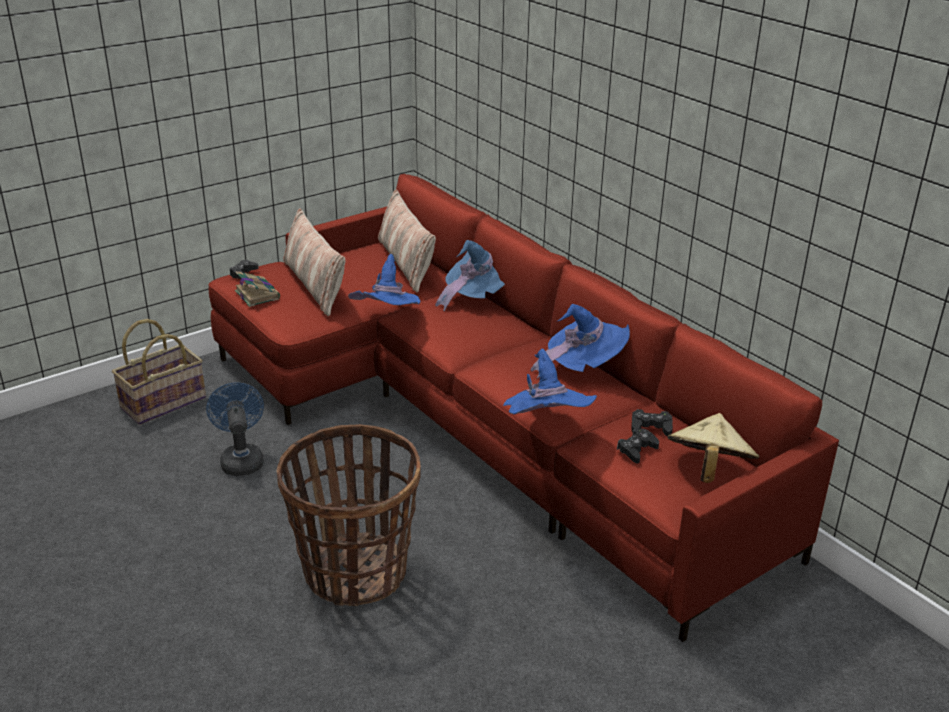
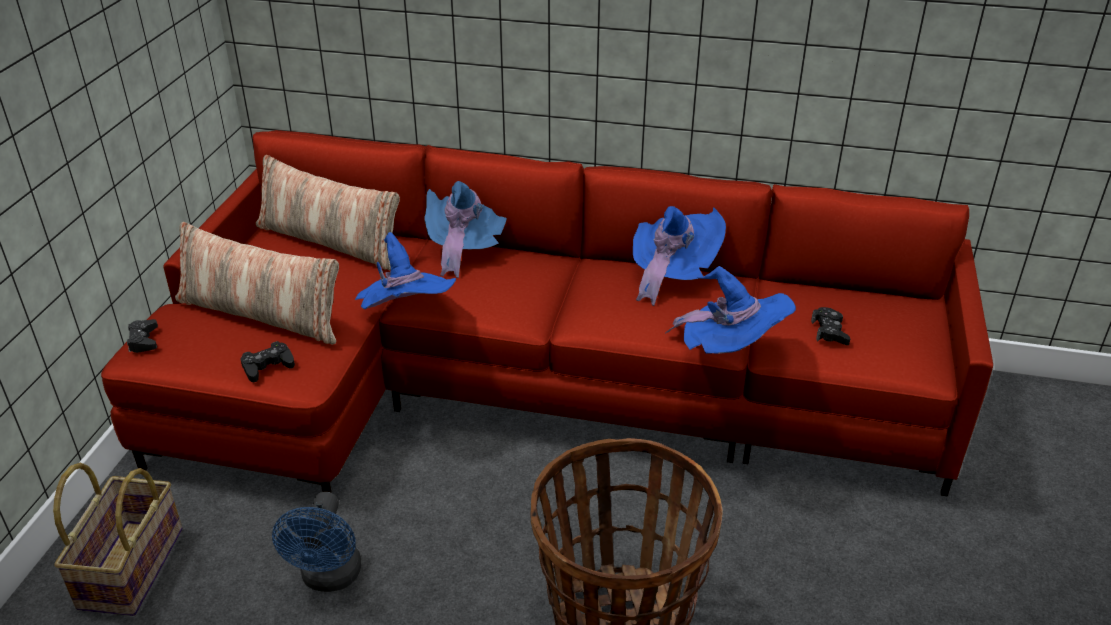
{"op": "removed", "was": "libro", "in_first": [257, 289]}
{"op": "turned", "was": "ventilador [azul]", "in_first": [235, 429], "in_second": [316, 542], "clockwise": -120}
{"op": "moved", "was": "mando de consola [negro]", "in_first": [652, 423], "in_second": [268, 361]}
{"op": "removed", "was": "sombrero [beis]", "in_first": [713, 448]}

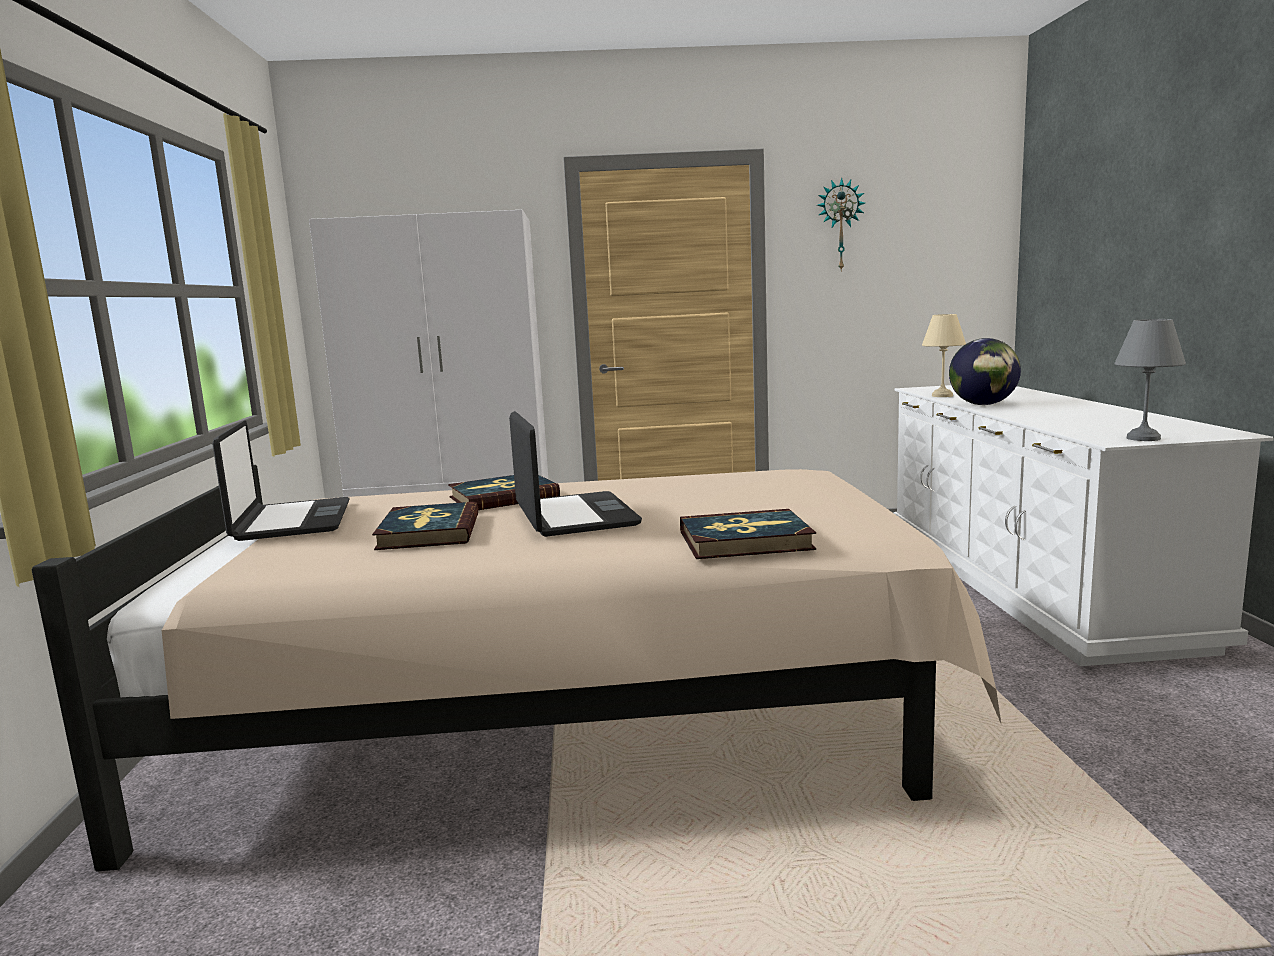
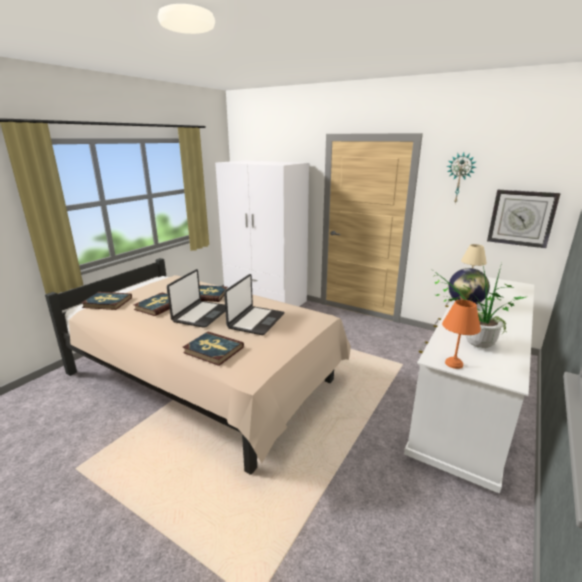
{"op": "recoloured", "was": "lámpara de mesa [gris]", "now": "lámpara de mesa [naranja]", "in_first": [1150, 380], "in_second": [461, 334]}
{"op": "moved", "was": "portátil", "in_first": [281, 480], "in_second": [254, 304]}
{"op": "added", "now": "reloj de pared", "in_second": [523, 219]}
{"op": "added", "now": "planta en maceta", "in_second": [480, 305]}
{"op": "added", "now": "libro", "in_second": [106, 301]}

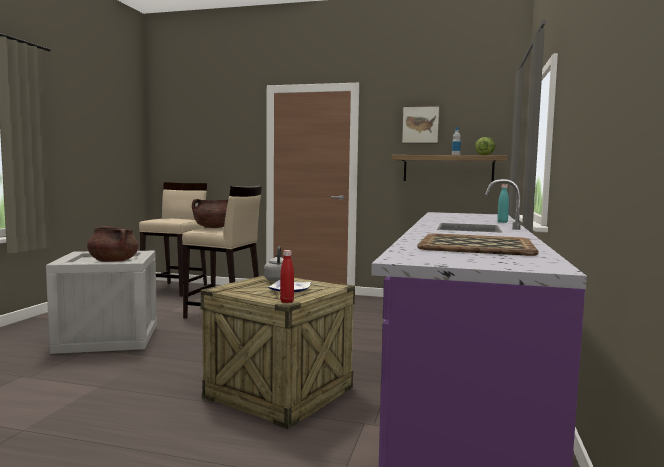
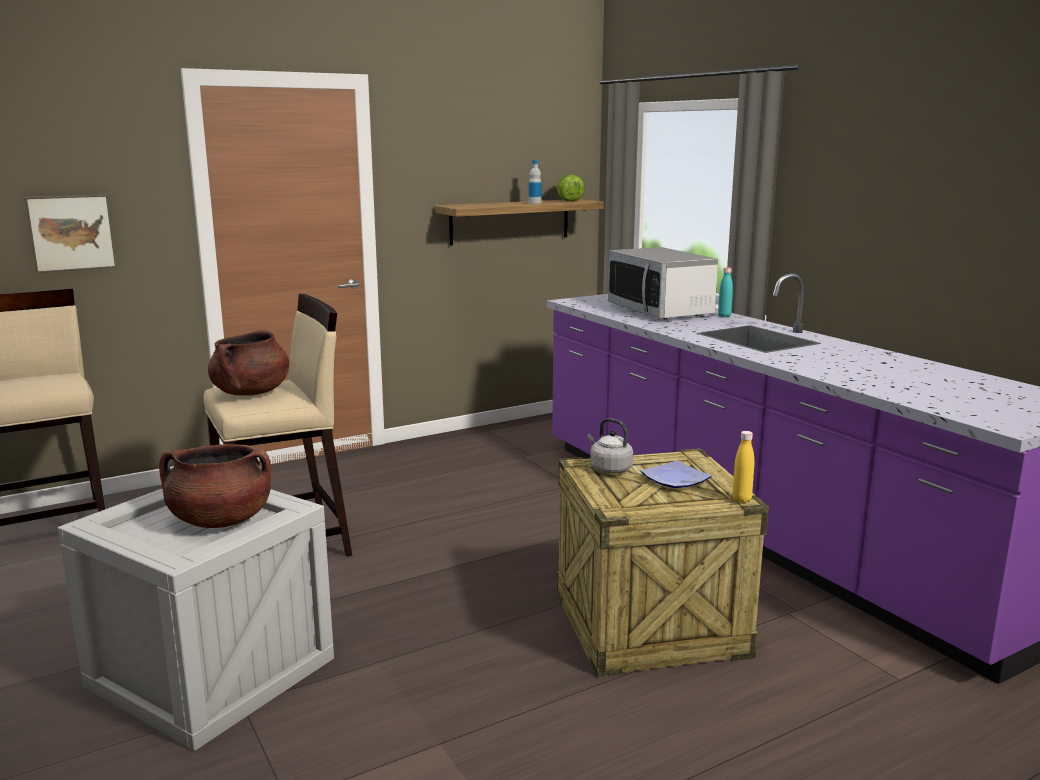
{"op": "moved", "was": "cuadro", "in_first": [420, 125], "in_second": [71, 234]}
{"op": "removed", "was": "bandeja", "in_first": [478, 245]}
{"op": "recoloured", "was": "botella [rojo]", "now": "botella [amarillo]", "in_first": [287, 276], "in_second": [743, 467]}
{"op": "added", "now": "microondas", "in_second": [663, 283]}

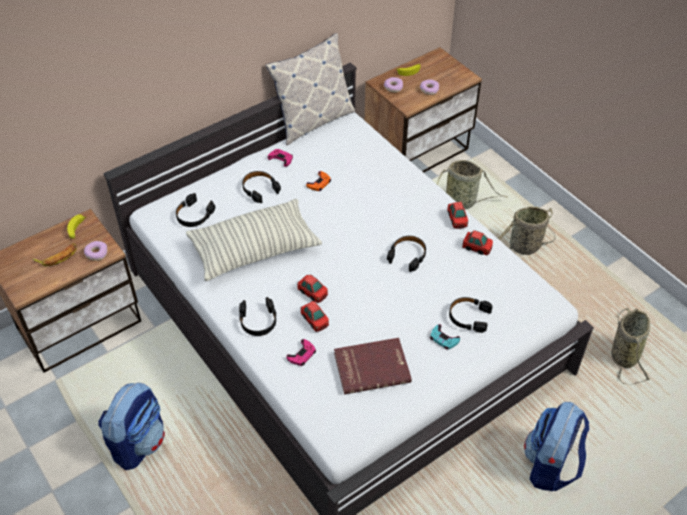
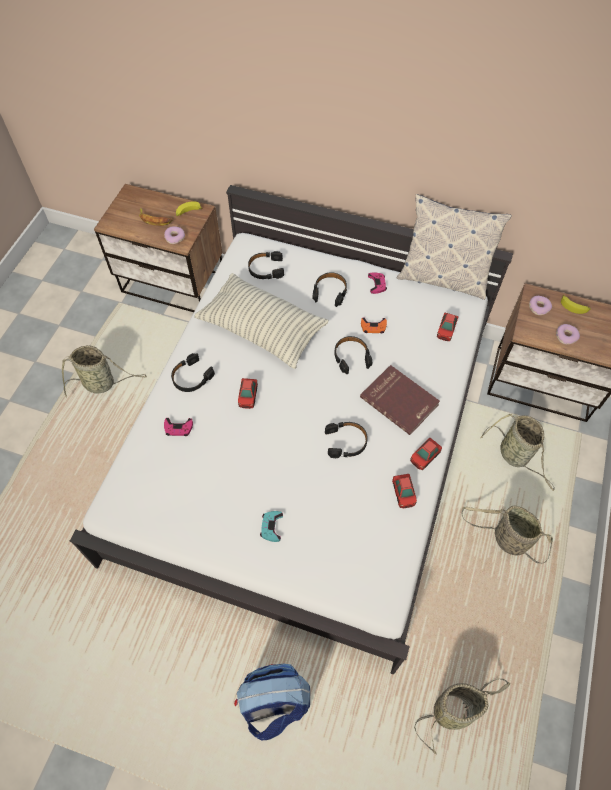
{"op": "moved", "was": "auriculares [negro]", "in_first": [471, 315], "in_second": [353, 355]}
{"op": "moved", "was": "coche de juguete", "in_first": [315, 316], "in_second": [447, 327]}
{"op": "moved", "was": "libro [rojo]", "in_first": [373, 366], "in_second": [400, 400]}
{"op": "replaced", "was": "mochila", "now": "cesta", "in_first": [131, 426], "in_second": [104, 371]}

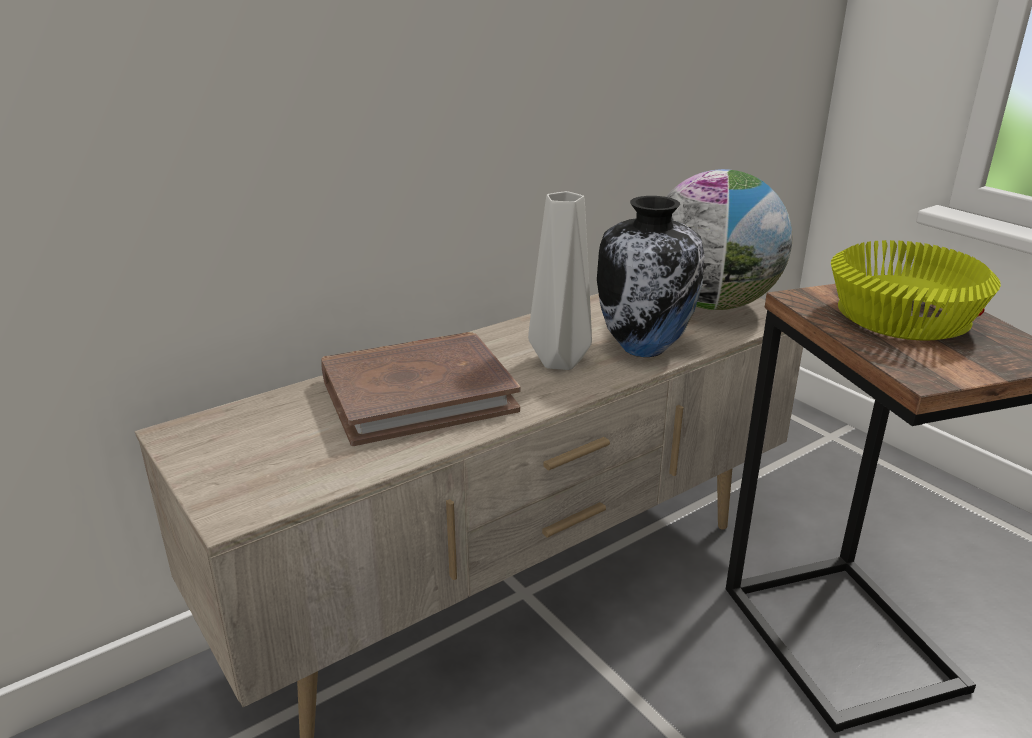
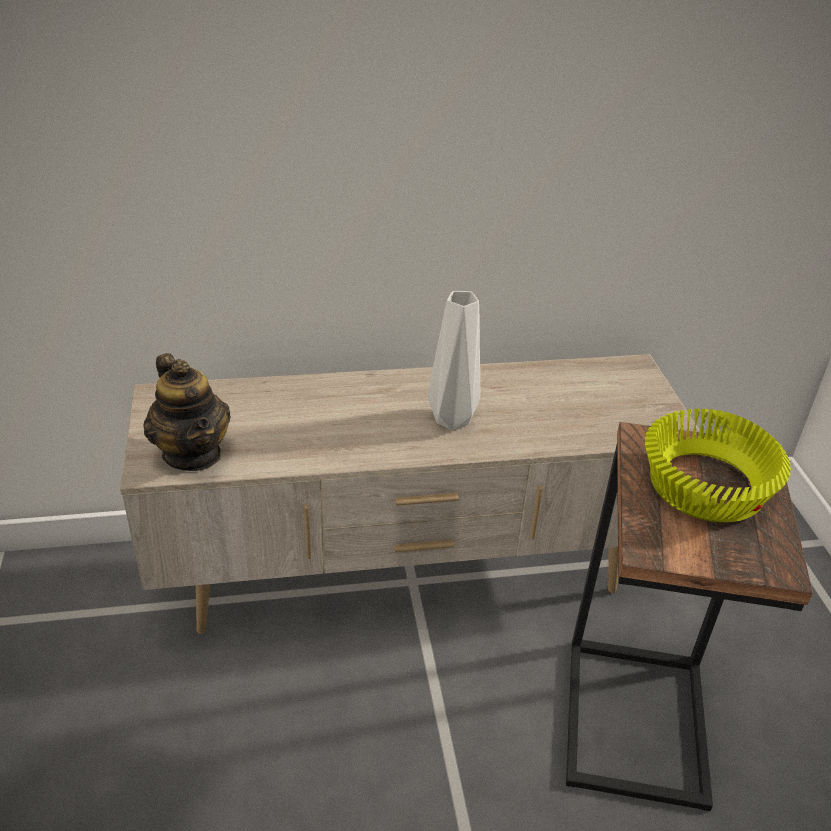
{"op": "removed", "was": "globo terráqueo", "in_first": [729, 239]}
{"op": "removed", "was": "florero", "in_first": [651, 276]}
{"op": "removed", "was": "libro [marrón]", "in_first": [420, 389]}
{"op": "added", "now": "tetera", "in_second": [187, 412]}

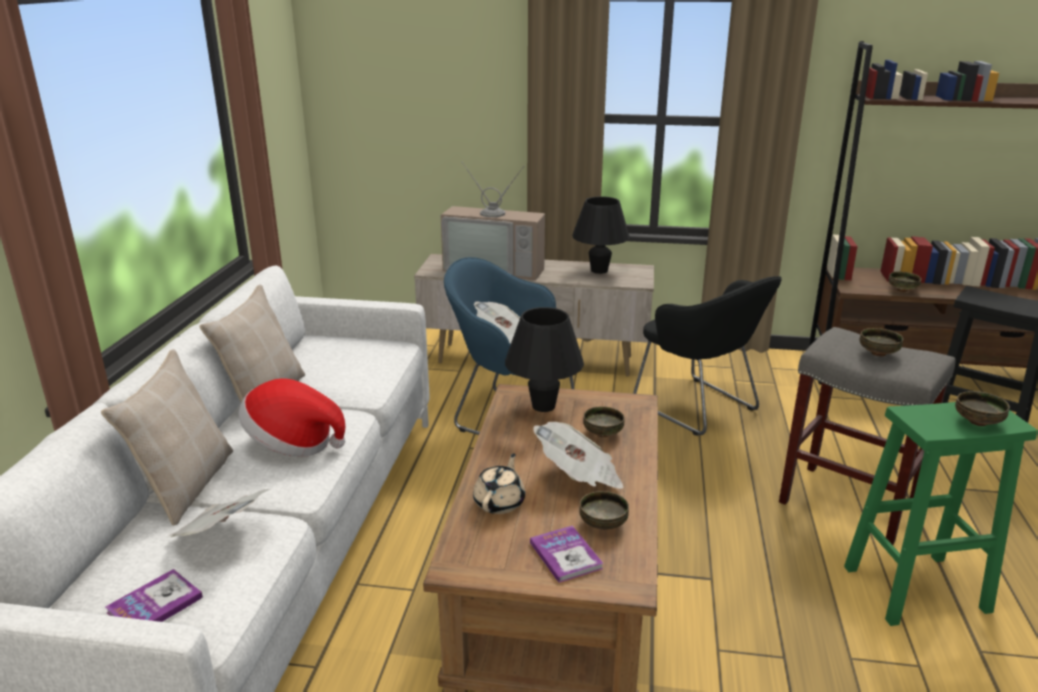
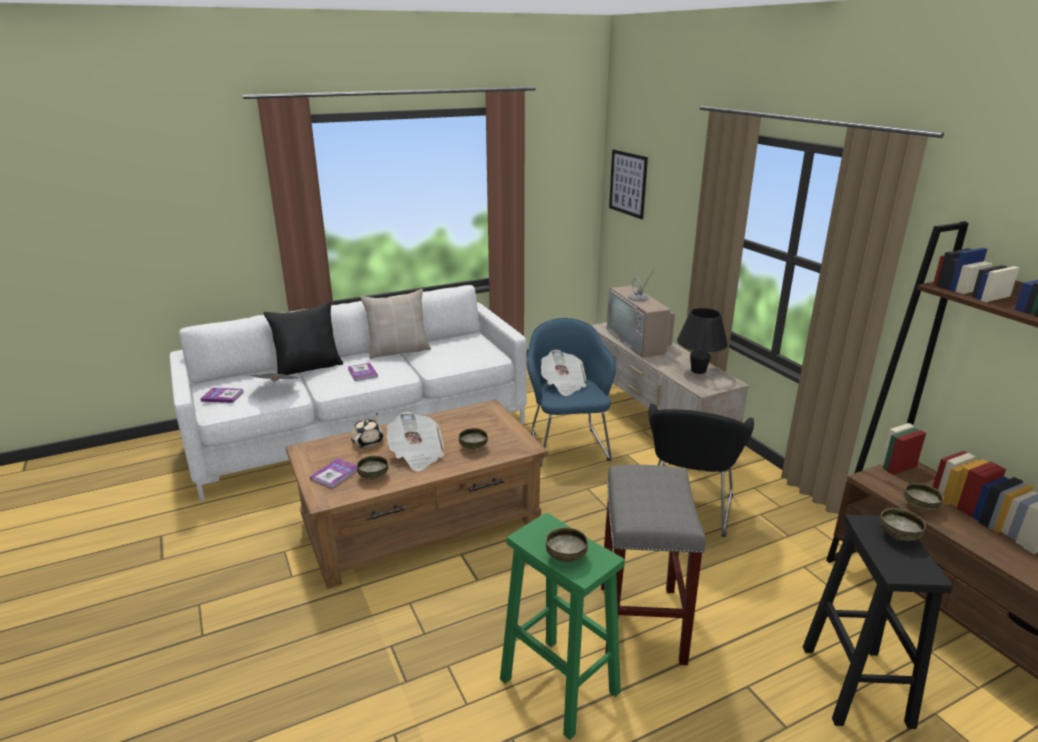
{"op": "removed", "was": "lámpara de mesa [negro]", "in_first": [544, 359]}
{"op": "moved", "was": "cuenco", "in_first": [881, 342], "in_second": [902, 524]}
{"op": "recoloured", "was": "cojín [beis]", "now": "cojín [negro]", "in_first": [167, 437], "in_second": [303, 338]}
{"op": "replaced", "was": "sombrero", "now": "libro", "in_first": [291, 417], "in_second": [363, 372]}
{"op": "turned", "was": "tetera [beis]", "in_first": [499, 483], "in_second": [367, 430], "clockwise": -60}
{"op": "added", "now": "cuadro", "in_second": [628, 184]}

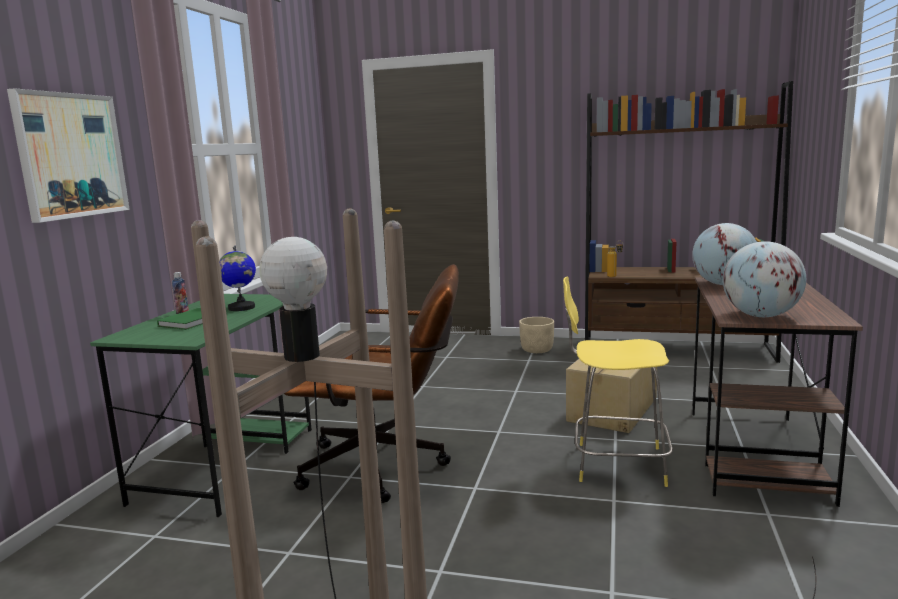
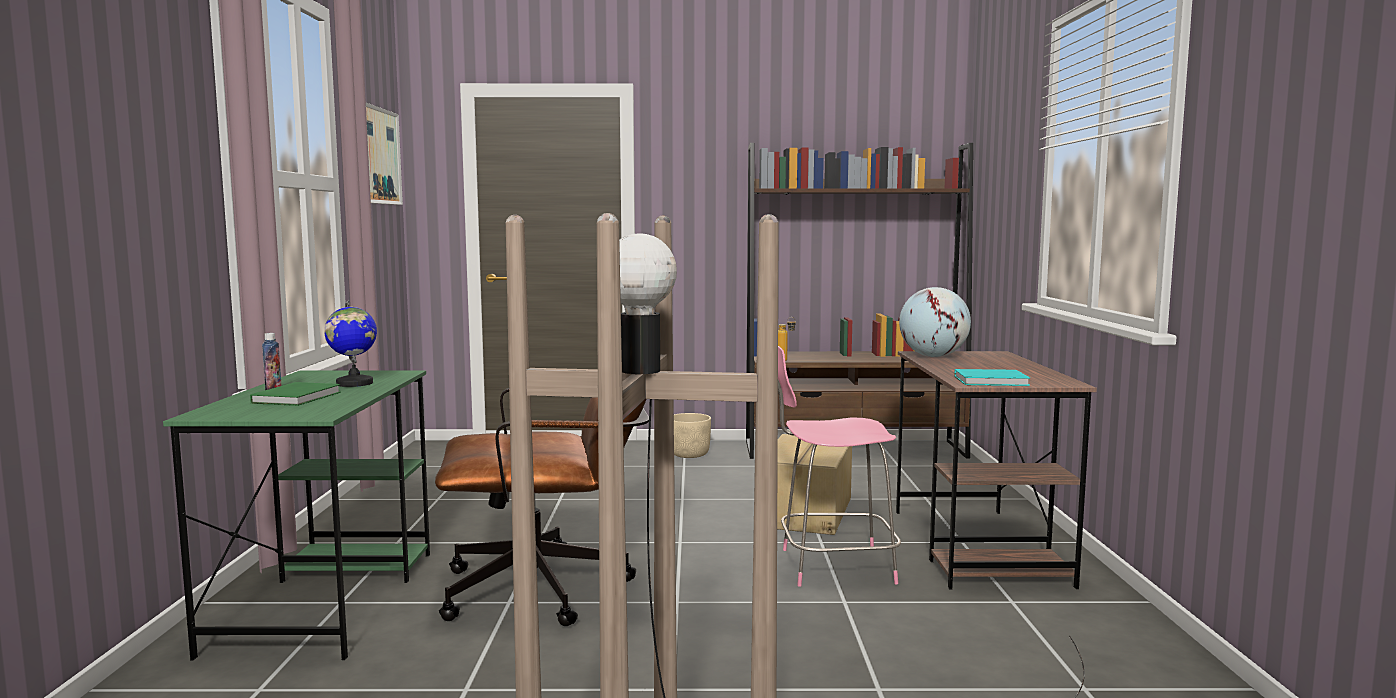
{"op": "moved", "was": "cuadro", "in_first": [68, 155], "in_second": [384, 154]}
{"op": "replaced", "was": "globo terráqueo", "now": "libro [turquesa]", "in_first": [764, 279], "in_second": [992, 377]}
{"op": "recoloured", "was": "taburete [amarillo]", "now": "taburete [rosa]", "in_first": [618, 381], "in_second": [839, 466]}

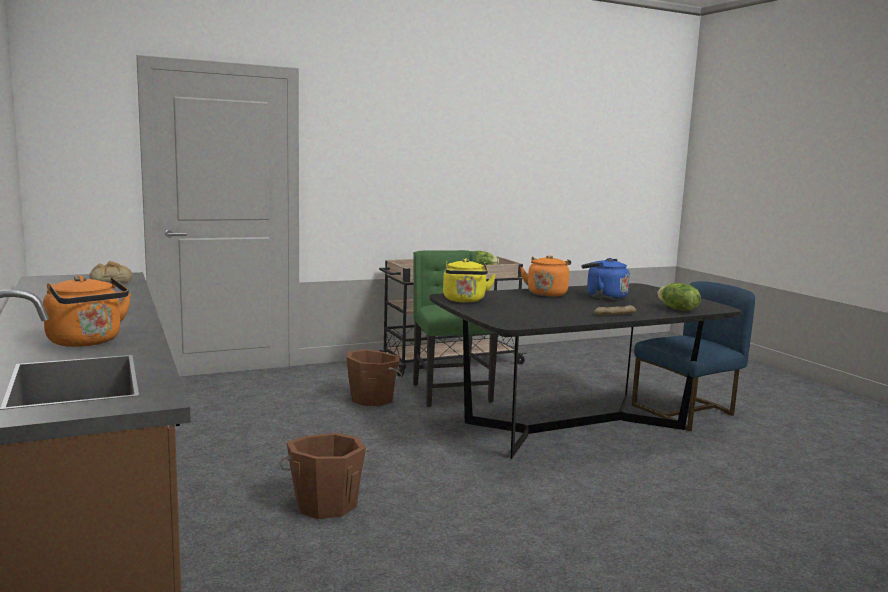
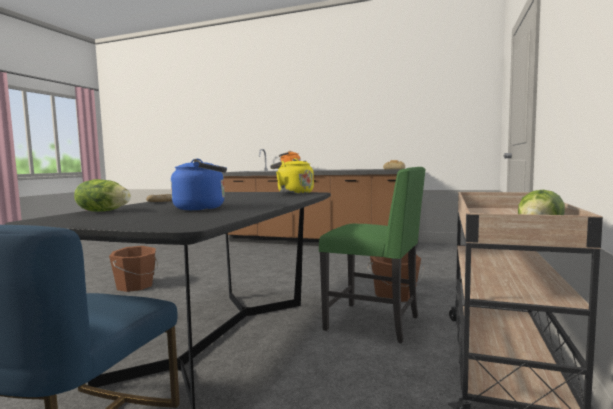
{"op": "removed", "was": "hervidor [naranja]", "in_first": [545, 276]}
{"op": "moved", "was": "cubo [marrón]", "in_first": [324, 476], "in_second": [133, 269]}

